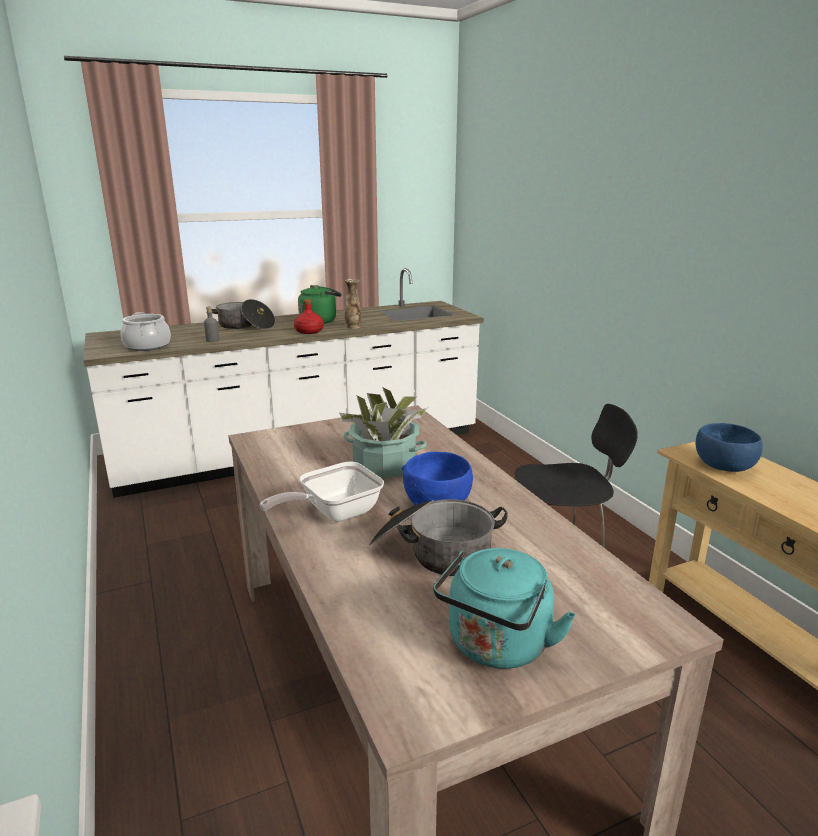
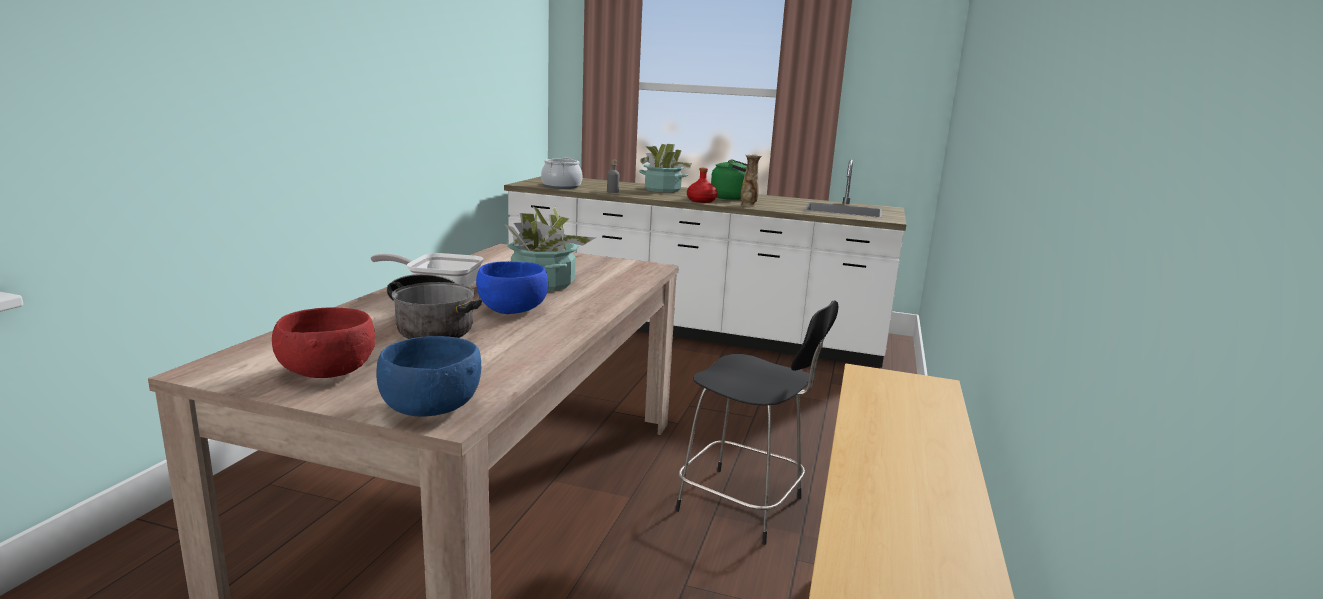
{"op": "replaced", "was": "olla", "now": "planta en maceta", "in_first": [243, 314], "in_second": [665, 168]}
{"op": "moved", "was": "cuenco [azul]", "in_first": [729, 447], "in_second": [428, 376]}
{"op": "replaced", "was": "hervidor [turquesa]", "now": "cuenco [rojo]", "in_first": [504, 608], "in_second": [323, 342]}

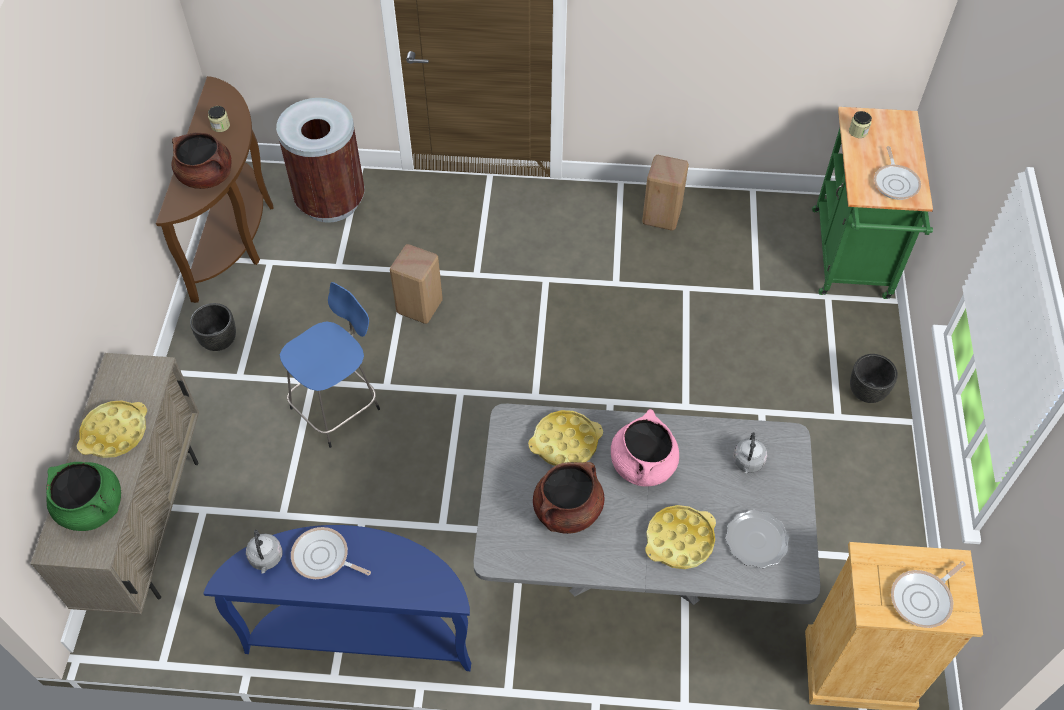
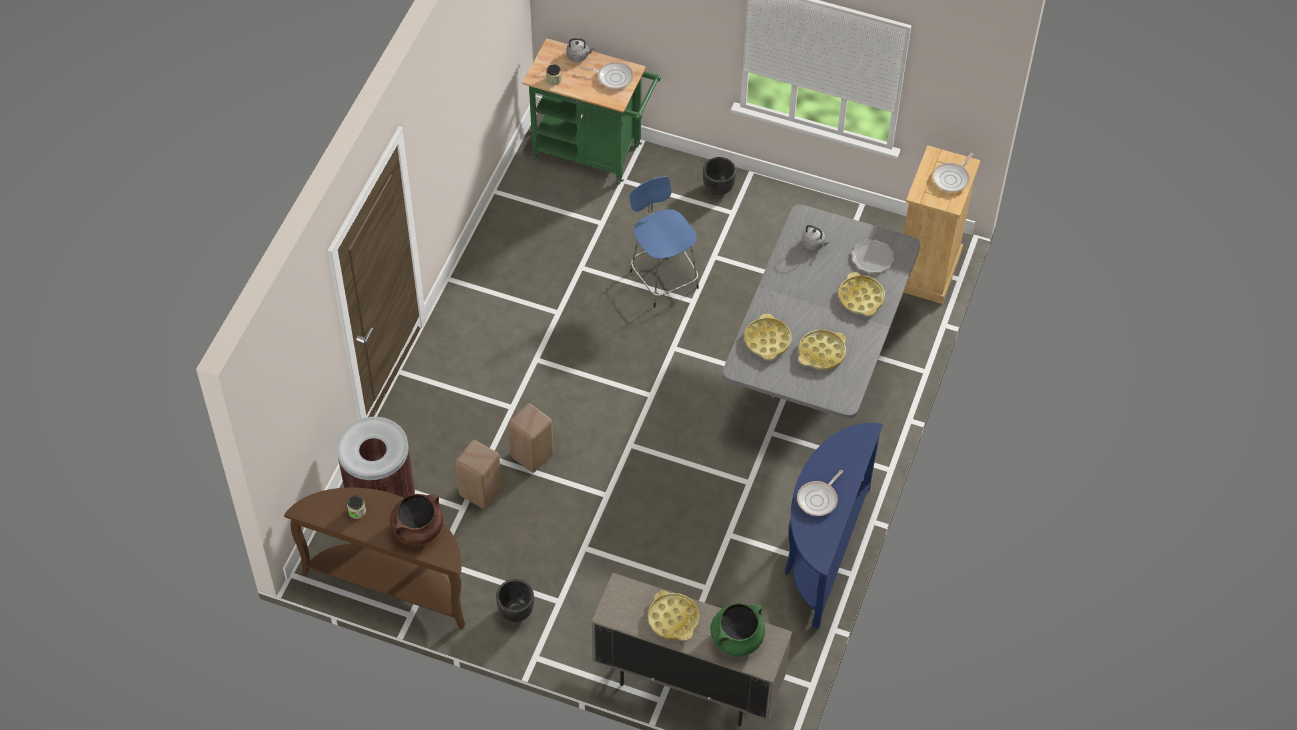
{"op": "moved", "was": "taburete [beis]", "in_first": [665, 193], "in_second": [478, 474]}
{"op": "moved", "was": "taburete [azul]", "in_first": [330, 365], "in_second": [664, 242]}
{"op": "removed", "was": "olla [rosa]", "in_first": [645, 447]}
{"op": "replaced", "was": "olla [marrón]", "now": "bandeja [amarillo]", "in_first": [568, 498], "in_second": [822, 350]}
{"op": "moved", "was": "hervidor [gris]", "in_first": [264, 552], "in_second": [580, 50]}
{"op": "turned", "was": "sartén", "in_first": [928, 594], "in_second": [953, 172], "clockwise": 60}

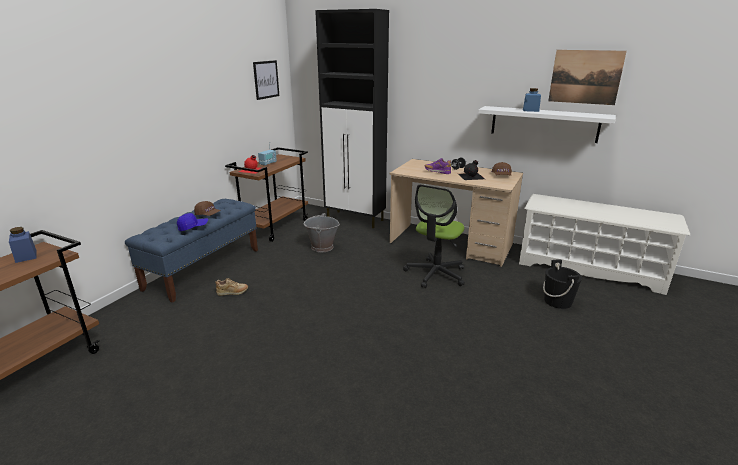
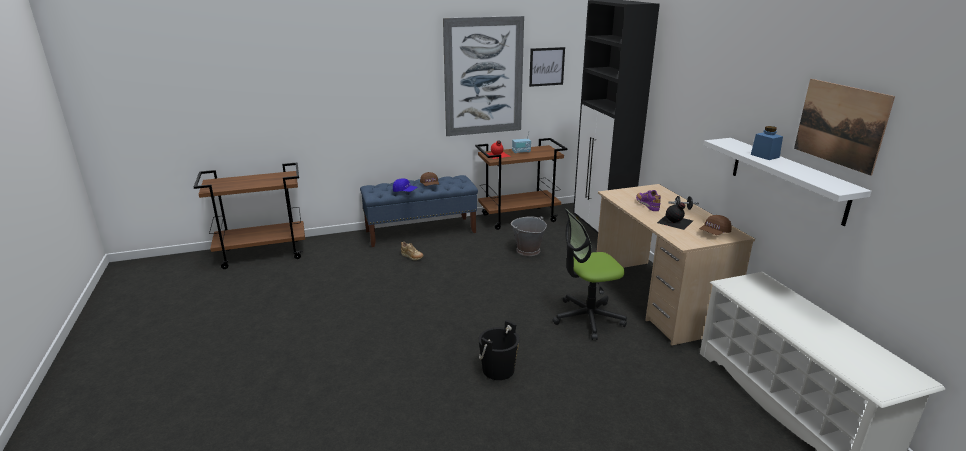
{"op": "removed", "was": "tarro [azul]", "in_first": [23, 245]}
{"op": "moved", "was": "cubo [negro]", "in_first": [562, 284], "in_second": [498, 350]}
{"op": "added", "now": "cuadro", "in_second": [483, 76]}

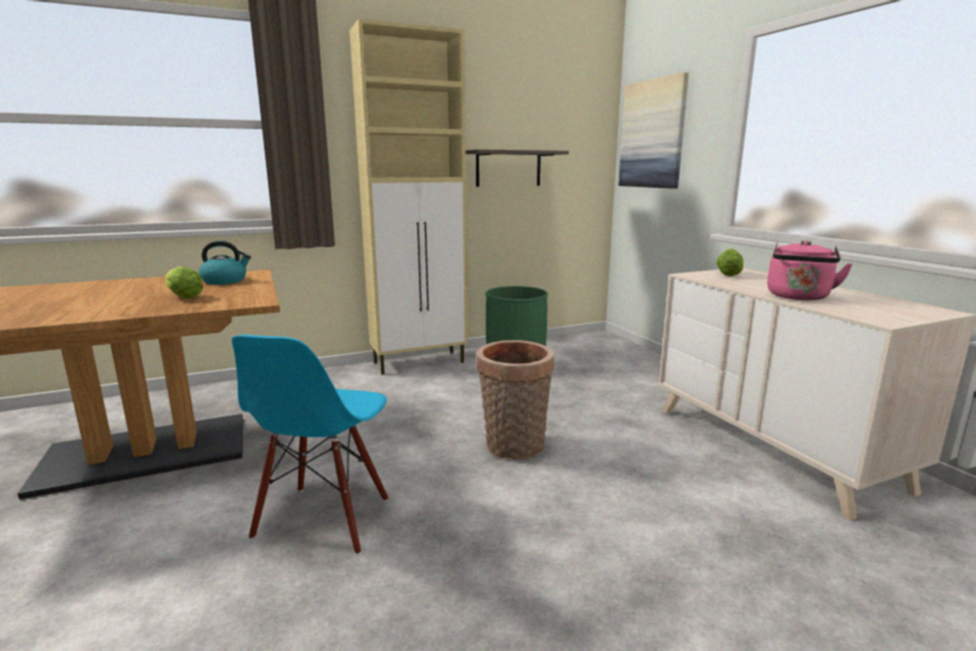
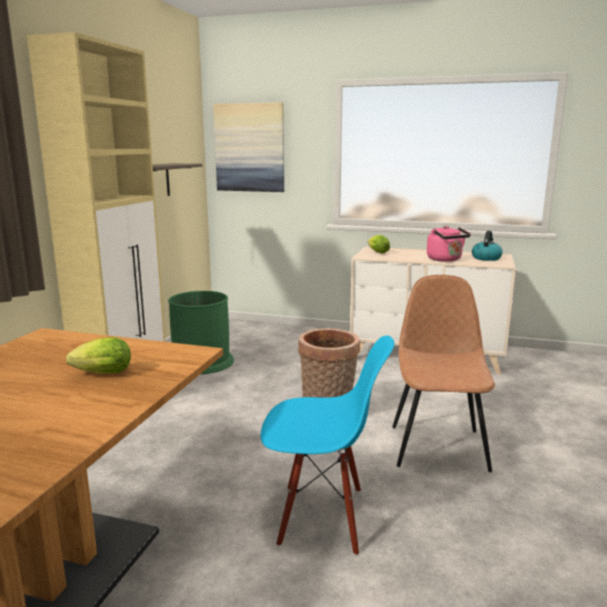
{"op": "moved", "was": "hervidor", "in_first": [225, 263], "in_second": [487, 246]}
{"op": "turned", "was": "silla [azul]", "in_first": [310, 445], "in_second": [327, 445], "clockwise": -45}
{"op": "added", "now": "silla [marrón]", "in_second": [443, 373]}

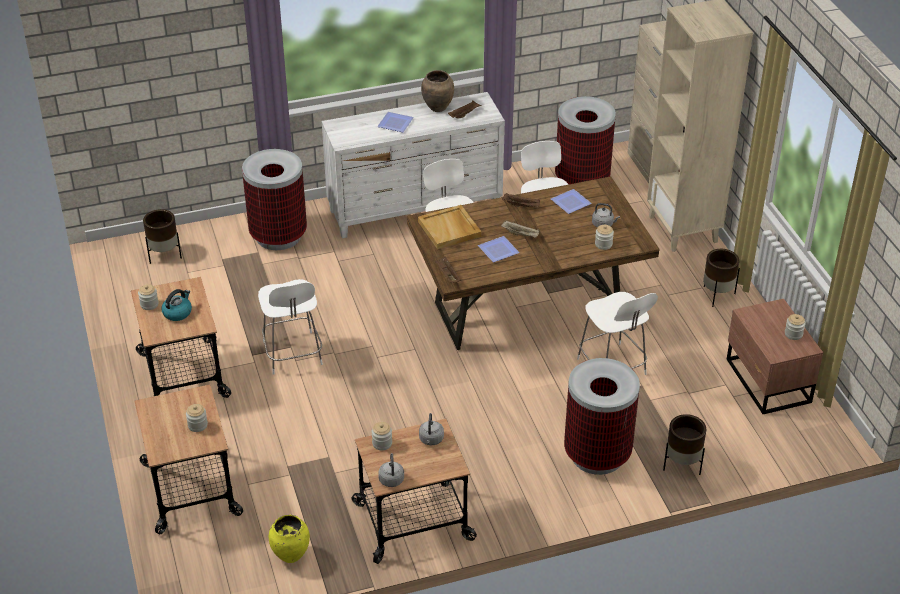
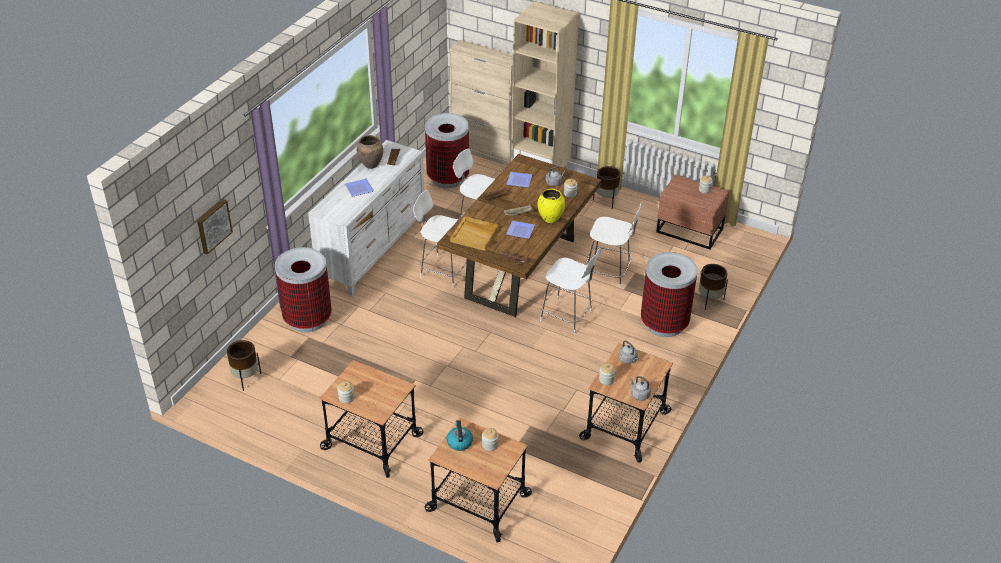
{"op": "moved", "was": "silla [blanco]", "in_first": [290, 327], "in_second": [571, 291]}
{"op": "moved", "was": "hervidor", "in_first": [176, 305], "in_second": [459, 435]}
{"op": "moved", "was": "florero [amarillo]", "in_first": [289, 539], "in_second": [551, 206]}
{"op": "added", "now": "cuadro", "in_second": [215, 227]}

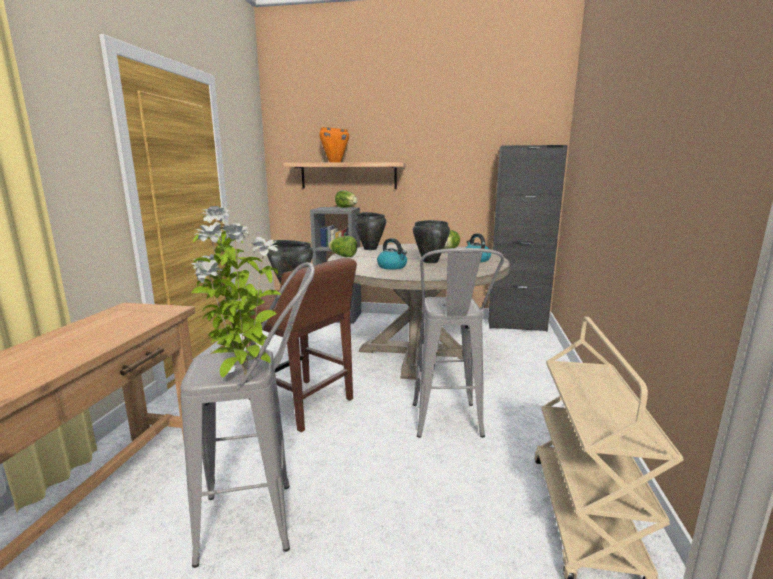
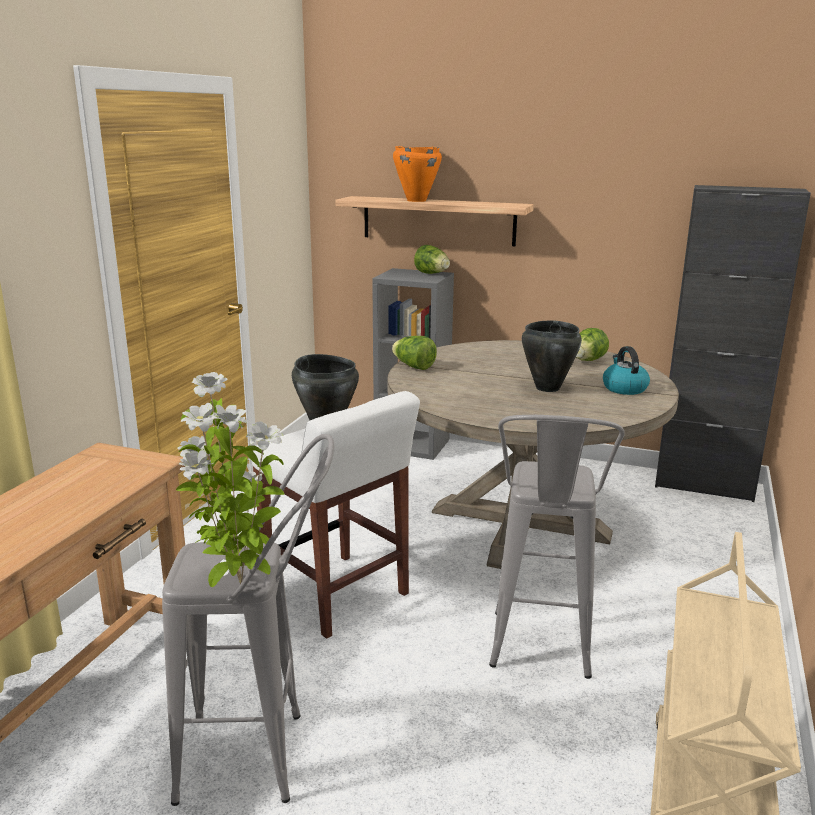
{"op": "removed", "was": "olla [negro]", "in_first": [370, 231]}
{"op": "removed", "was": "hervidor", "in_first": [392, 254]}
{"op": "recoloured", "was": "taburete [marrón]", "now": "taburete [blanco]", "in_first": [300, 345], "in_second": [335, 515]}

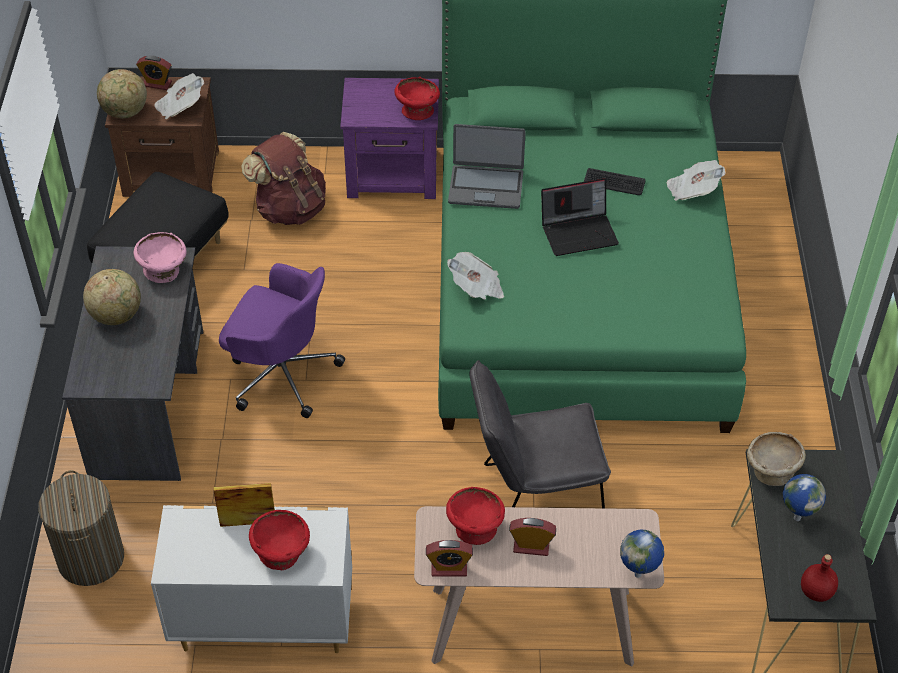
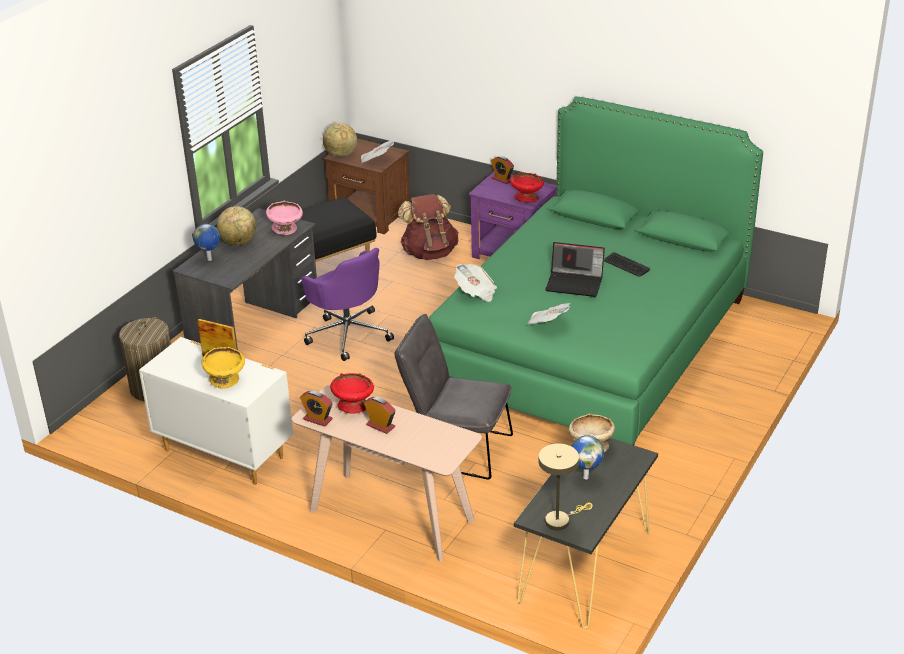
{"op": "moved", "was": "despertador", "in_first": [154, 72], "in_second": [502, 170]}
{"op": "removed", "was": "portátil", "in_first": [487, 166]}
{"op": "moved", "was": "periódico", "in_first": [695, 180], "in_second": [548, 314]}
{"op": "recoloured", "was": "cuenco [rojo]", "now": "cuenco [amarillo]", "in_first": [279, 540], "in_second": [223, 368]}
{"op": "moved", "was": "globo terráqueo", "in_first": [642, 554], "in_second": [206, 242]}
{"op": "replaced", "was": "botella [rojo]", "now": "lámpara de mesa [beis]", "in_first": [819, 578], "in_second": [565, 487]}

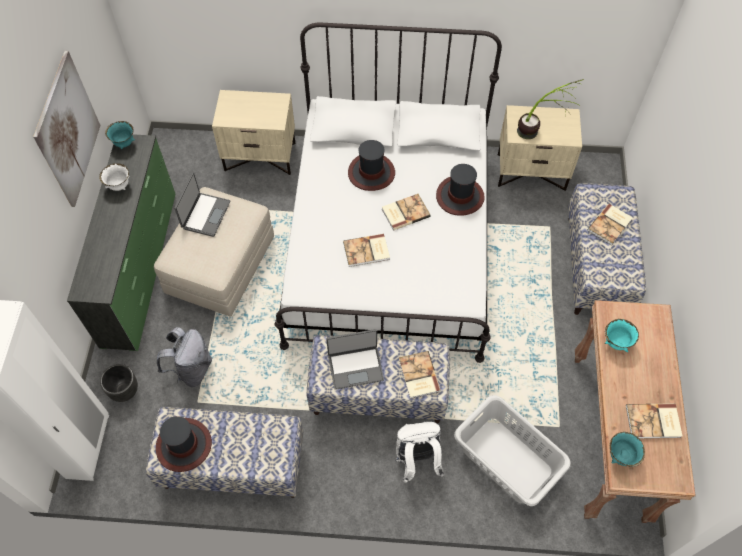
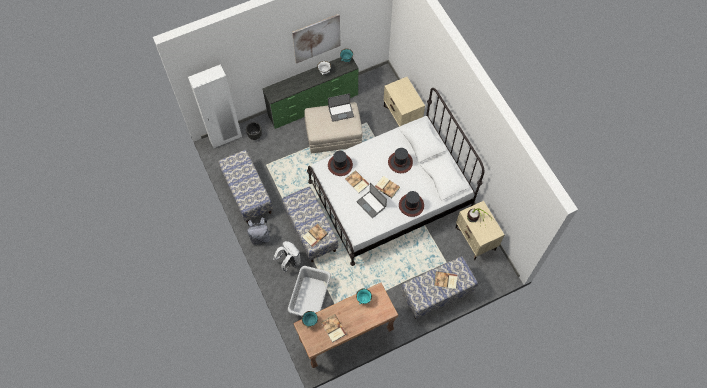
{"op": "moved", "was": "mochila [gris]", "in_first": [184, 357], "in_second": [258, 231]}
{"op": "moved", "was": "portátil", "in_first": [355, 359], "in_second": [371, 200]}
{"op": "moved", "was": "sombrero", "in_first": [184, 444], "in_second": [340, 163]}

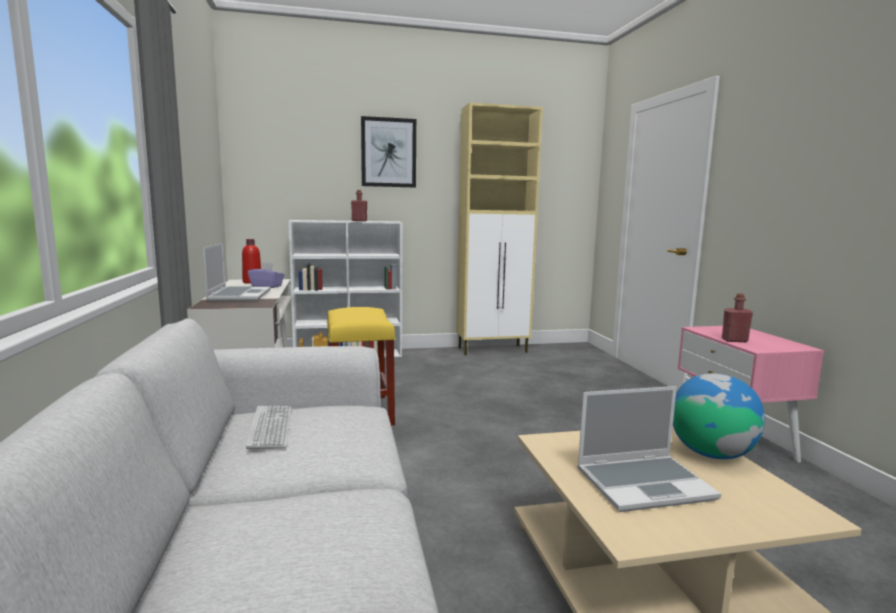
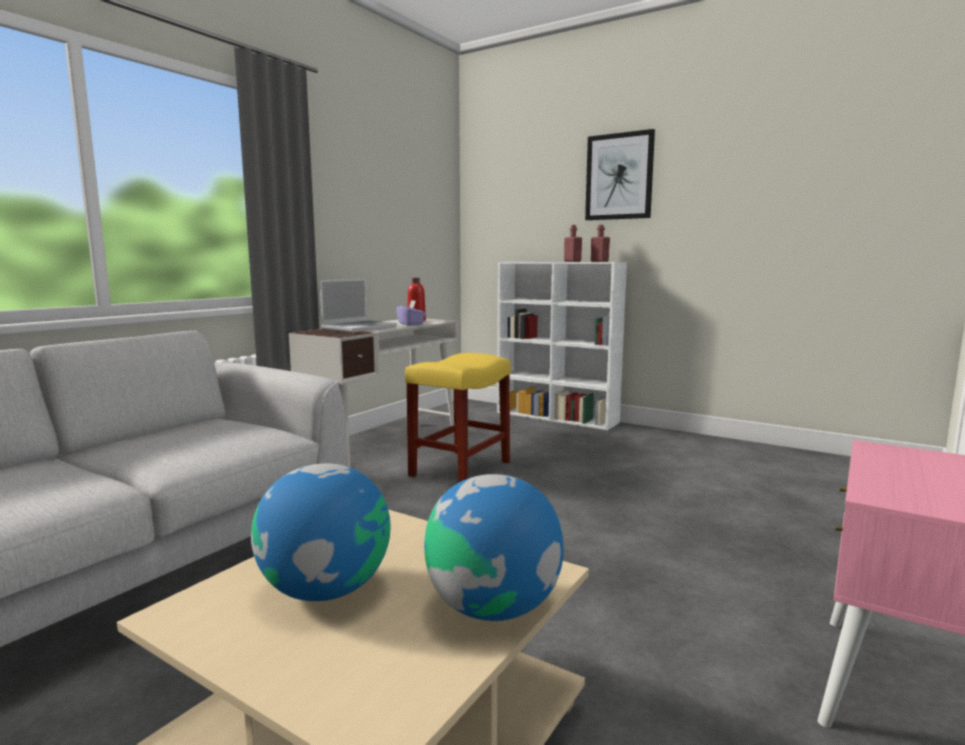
{"op": "removed", "was": "armario [beis]", "in_first": [499, 228]}
{"op": "moved", "was": "botella [rojo]", "in_first": [737, 317], "in_second": [600, 243]}
{"op": "replaced", "was": "portátil", "now": "globo terráqueo", "in_first": [649, 449], "in_second": [320, 532]}
{"op": "removed", "was": "teclado", "in_first": [268, 427]}

